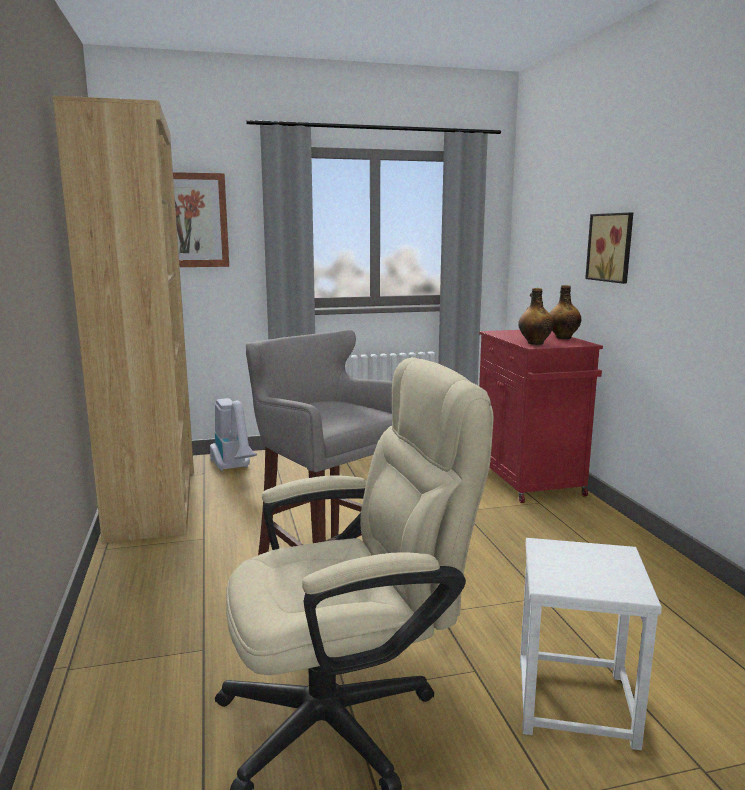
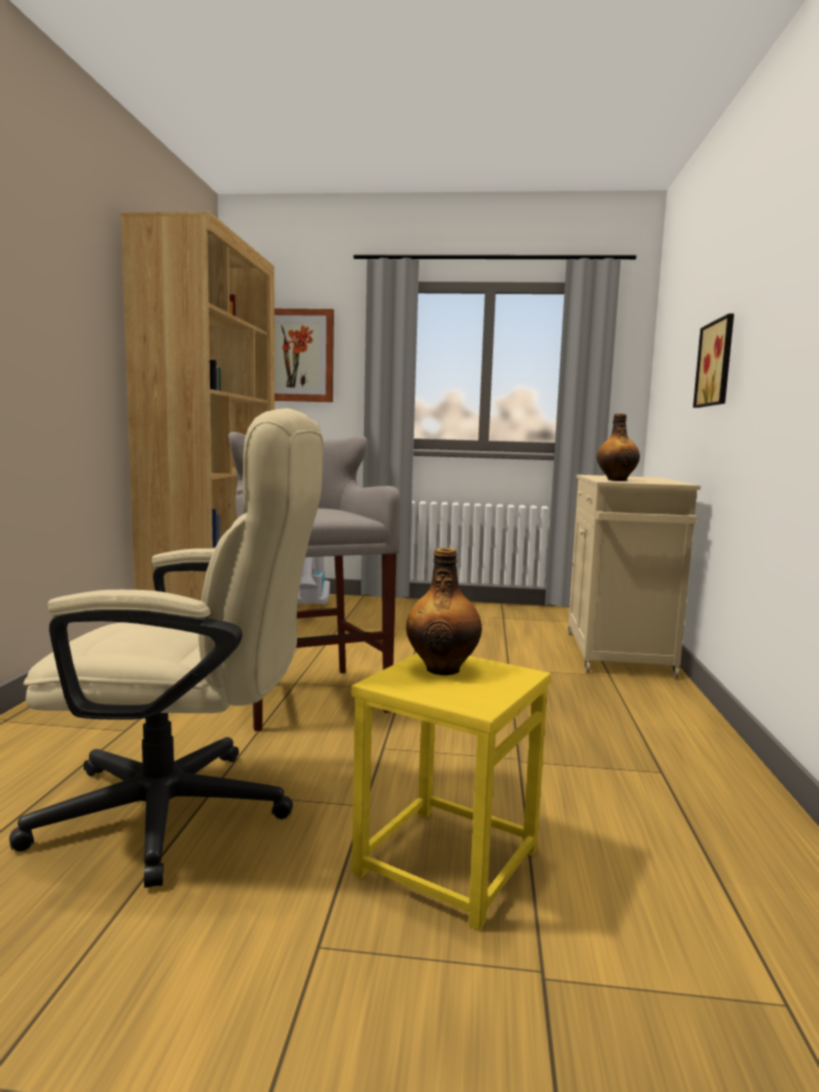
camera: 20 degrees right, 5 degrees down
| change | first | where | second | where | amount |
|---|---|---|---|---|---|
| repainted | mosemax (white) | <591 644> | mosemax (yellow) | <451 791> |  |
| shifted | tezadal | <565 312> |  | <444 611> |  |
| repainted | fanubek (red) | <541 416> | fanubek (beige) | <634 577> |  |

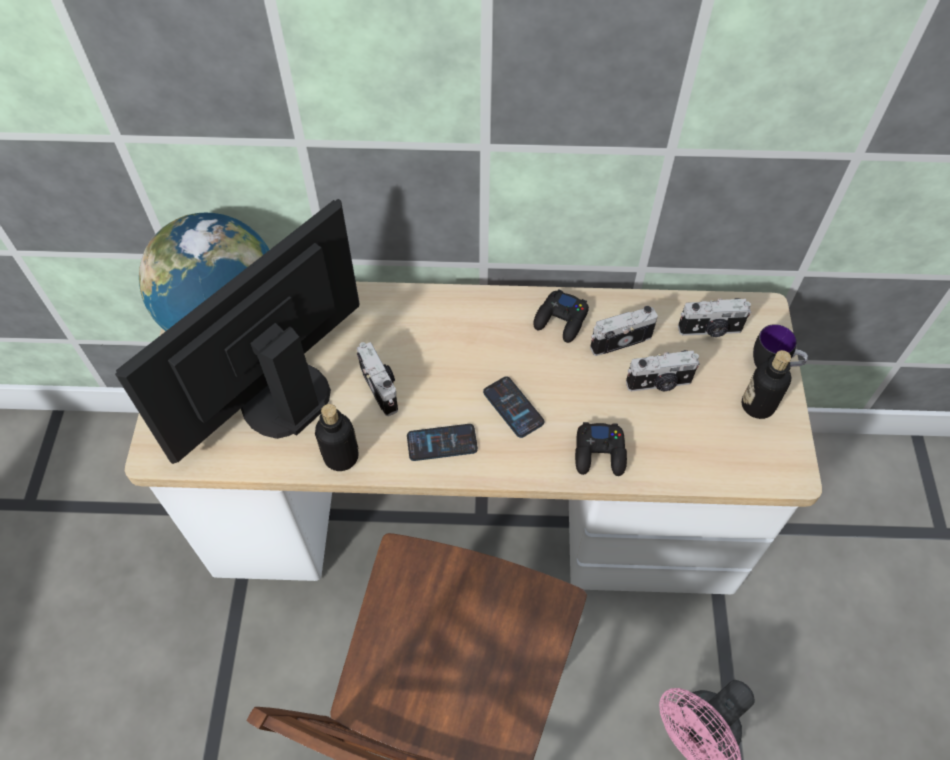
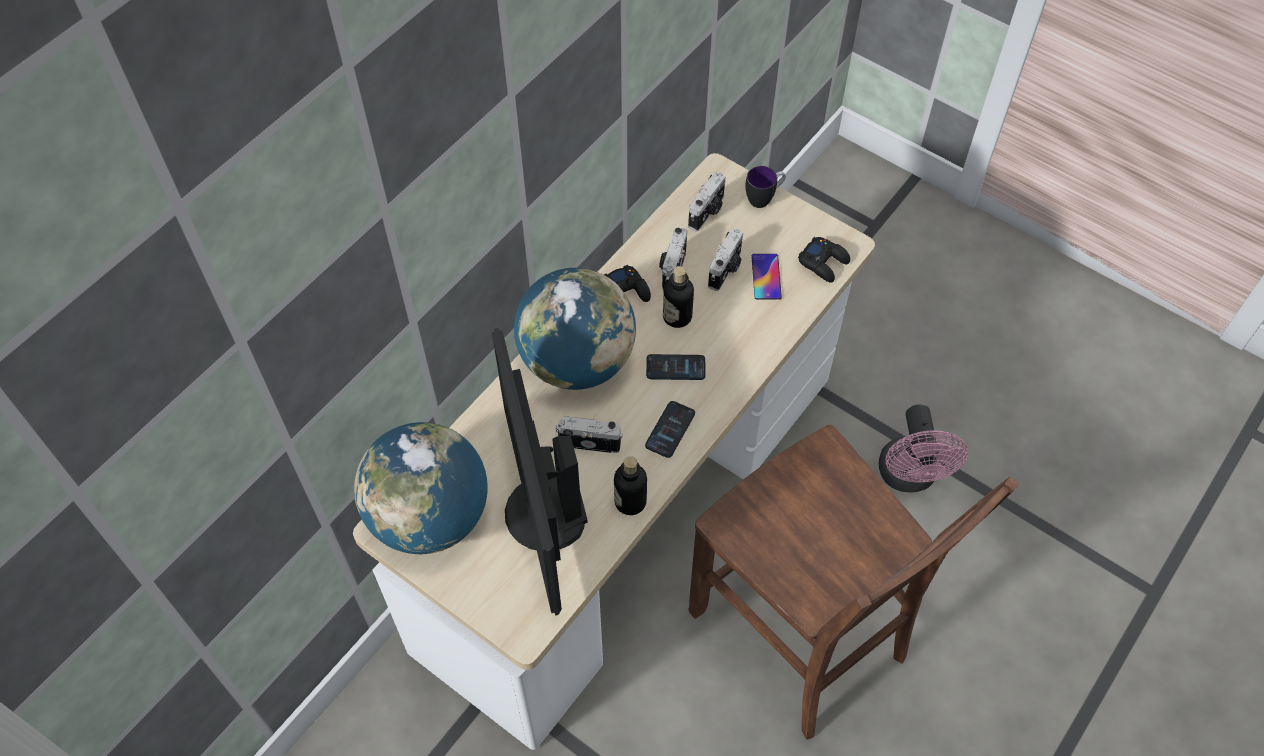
camera: 55 degrees left, 0 degrees up
| change | first | where | second | where | amount |
|---|---|---|---|---|---|
| new |  |  | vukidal | <575 329> |  |
| shifted | tezadal | <766 384> |  | <678 297> |  |
| new |  |  | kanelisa | <767 277> |  |
| shifted | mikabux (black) | <601 449> |  | <824 260> |  |

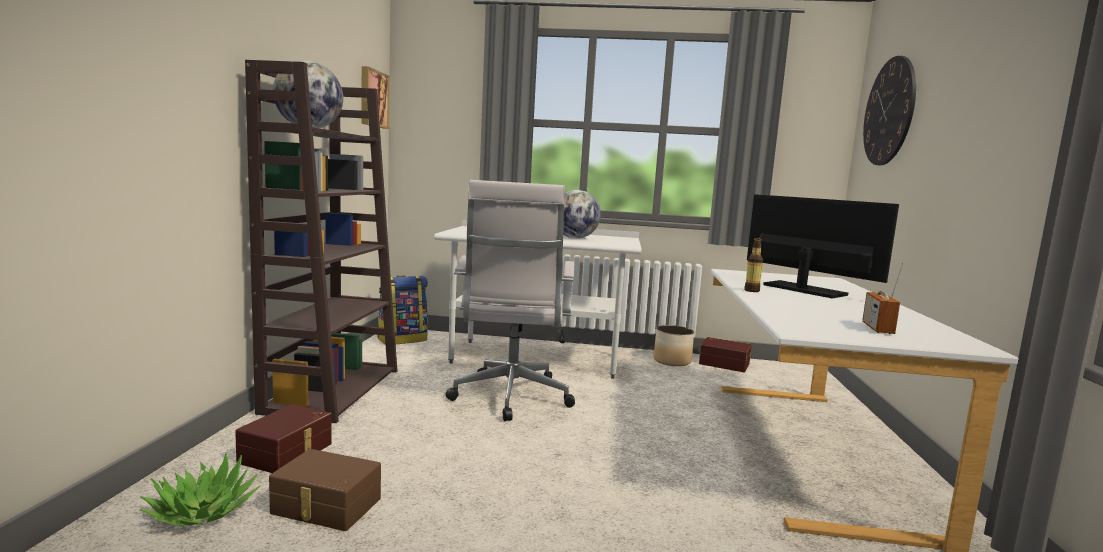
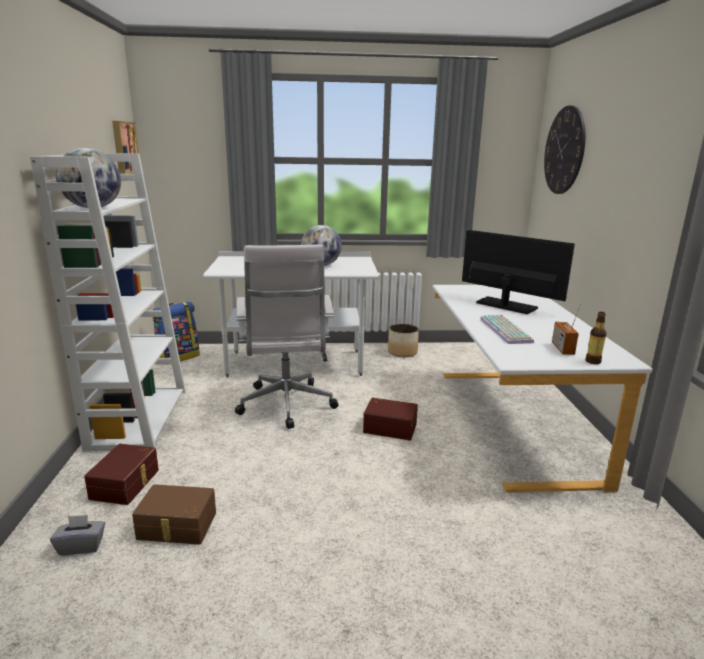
camera: 10 degrees left, 10 degrees up
| change | first | where | second | where | amount |
|---|---|---|---|---|---|
| repainted | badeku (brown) | <321 241> | badeku (white) | <108 302> |  |
| swapped | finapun | <200 490> | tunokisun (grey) | <77 535> |  |
| shifted | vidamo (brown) | <725 355> |  | <390 419> |  |
| new |  |  | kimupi | <507 329> |  |
| shifted | tezadal | <753 265> |  | <596 338> |  |

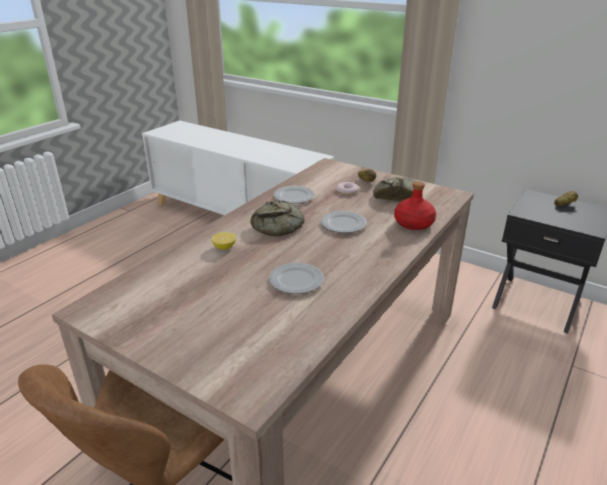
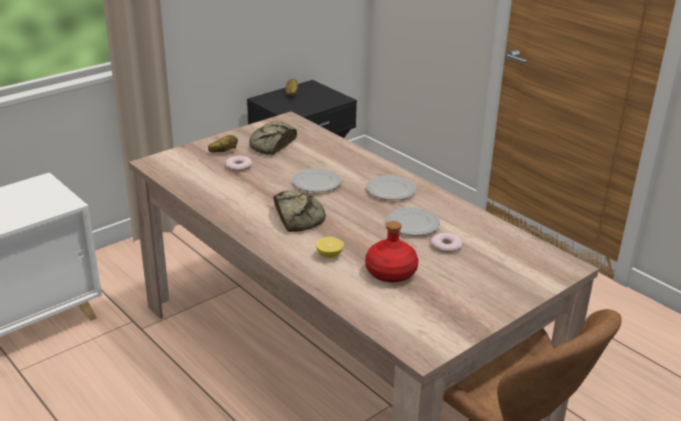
camera: 75 degrees left, 0 degrees up
| change | first | where | second | where | amount |
|---|---|---|---|---|---|
| shifted | tezadal (red) | <415 205> |  | <391 251> |  |
| shifted | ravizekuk | <294 195> |  | <391 187> |  |
| new |  |  | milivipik | <446 243> |  |

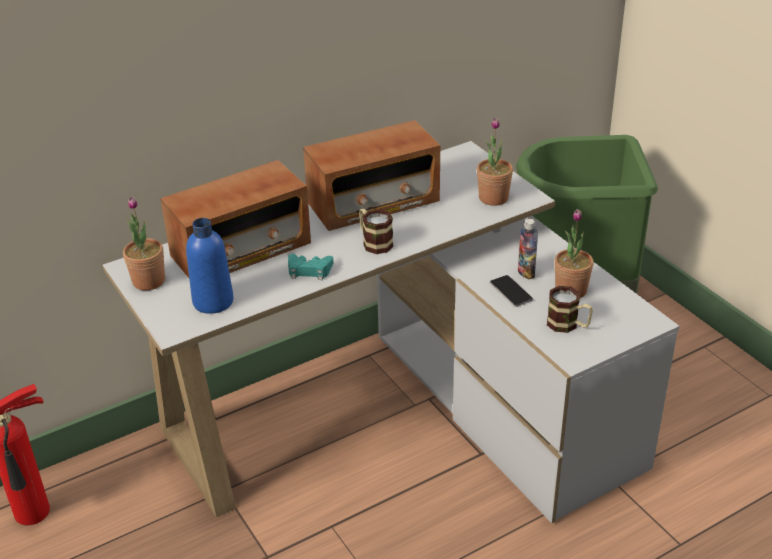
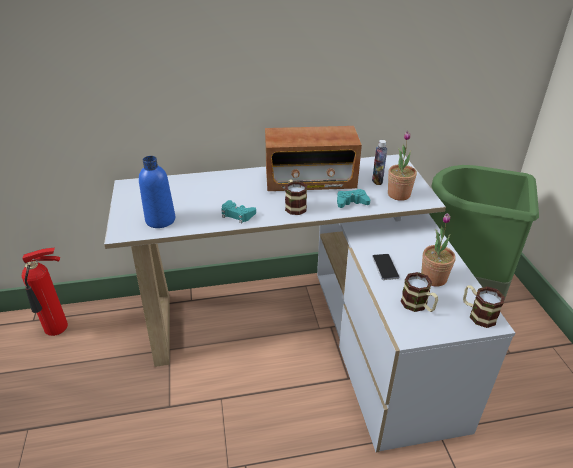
camera: 20 degrees right, 0 degrees up
| change | first | where | second | where | amount |
|---|---|---|---|---|---|
| new |  |  | mikabux (turquoise) | <353 198> |  |
| shifted | tezadal | <528 249> |  | <379 162> |  |
| new |  |  | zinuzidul | <484 306> |  |
| gone | finapun | <144 243> |  |  |  |
| gone | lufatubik | <235 219> |  |  |  |

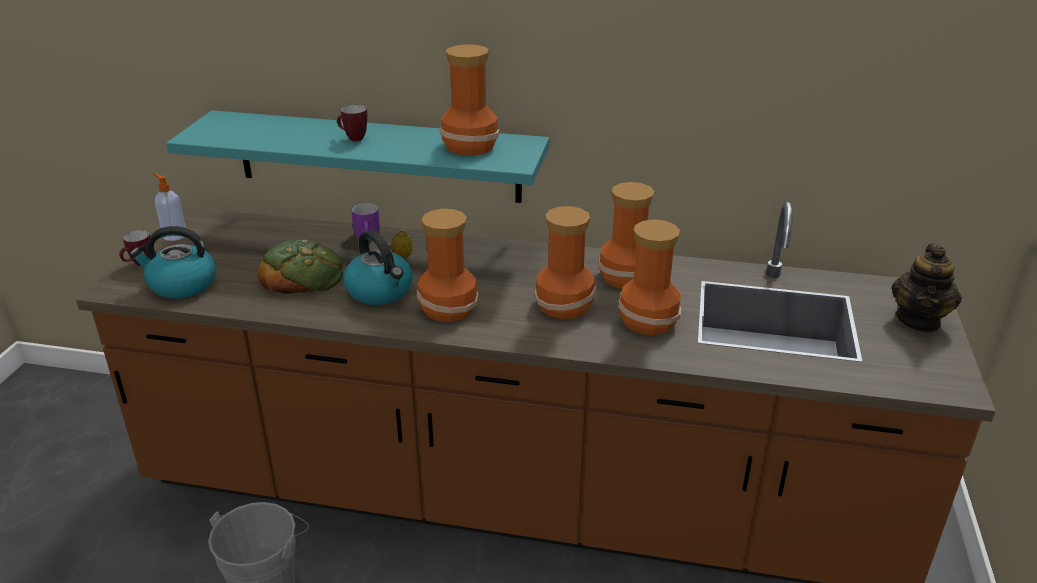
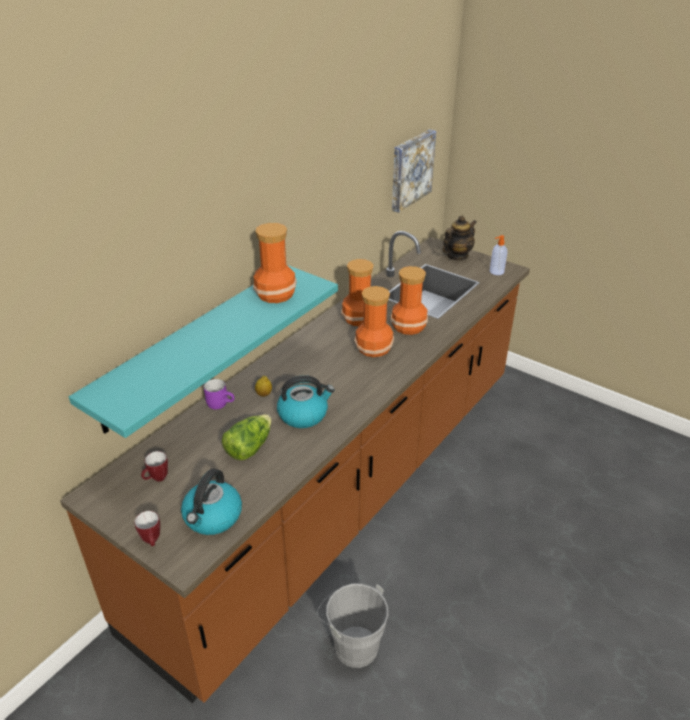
camera: 65 degrees left, 5 degrees up
| change | first | where | second | where | amount |
|---|---|---|---|---|---|
| shifted | zinuzidul | <352 123> |  | <154 466> |  |
| swapped | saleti | <300 266> | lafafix | <247 437> |  |
| new |  |  | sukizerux | <414 171> |  |
| rotated | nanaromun | <926 287> |  | <459 238> | 90 degrees counterclockwise |
| shifted | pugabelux | <169 207> |  | <498 255> |  |
| gone | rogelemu | <447 265> |  |  |  |

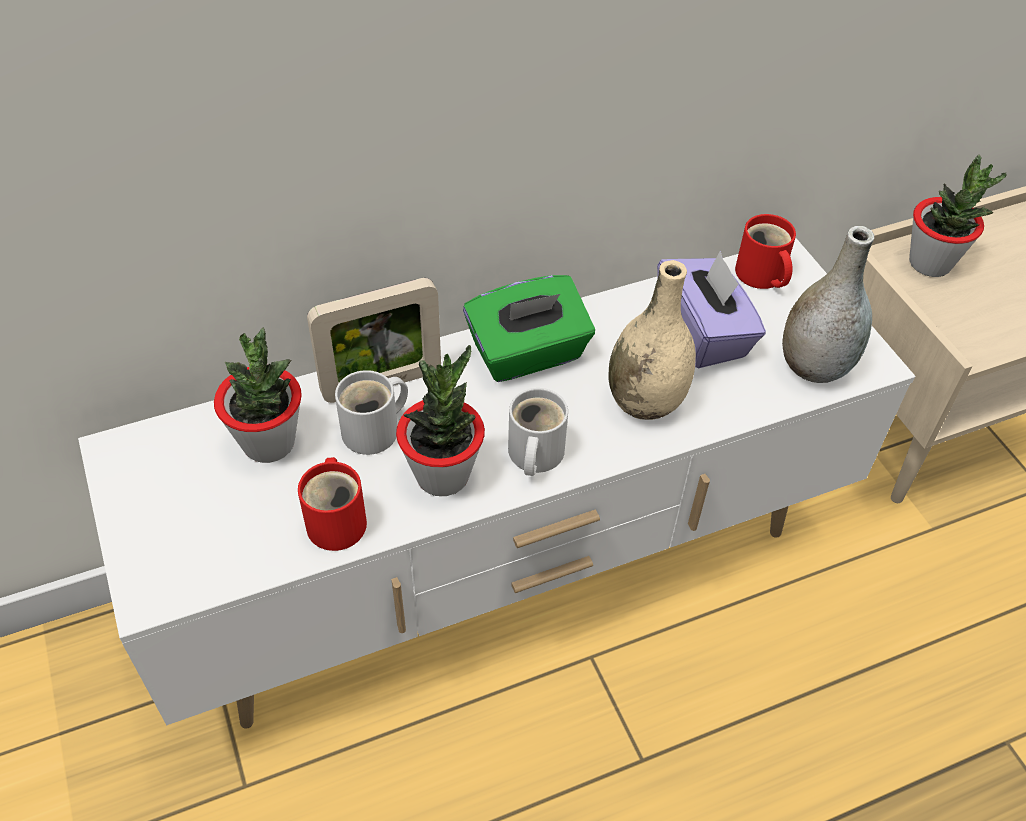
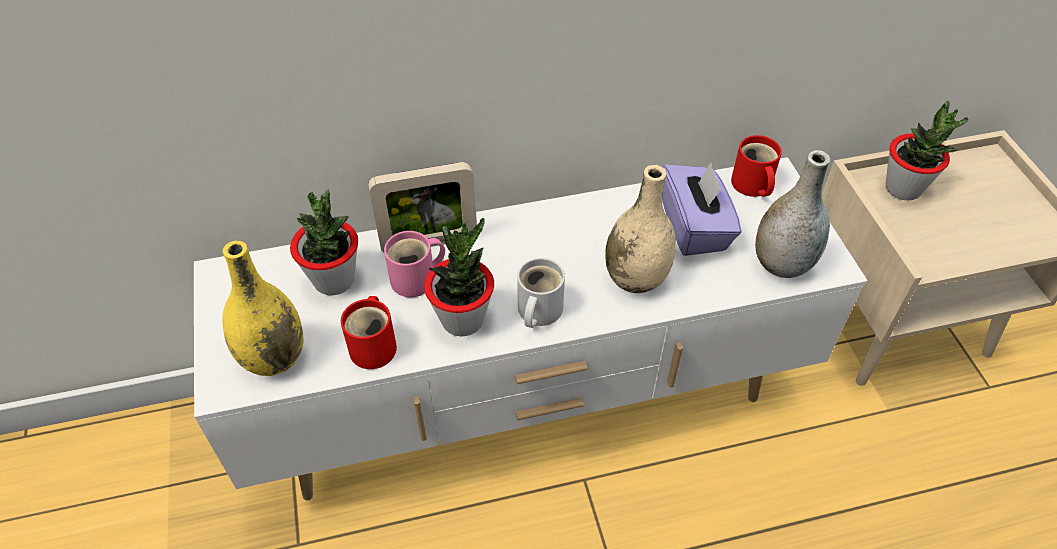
camera: 10 degrees right, 0 degrees up
| change | first | where | second | where | amount |
|---|---|---|---|---|---|
| new |  |  | rogelemu (yellow) | <262 308> |  |
| repainted | zinuzidul (white) | <371 412> | zinuzidul (pink) | <414 264> |  |
| gone | tunokisun (green) | <529 328> |  |  |  |

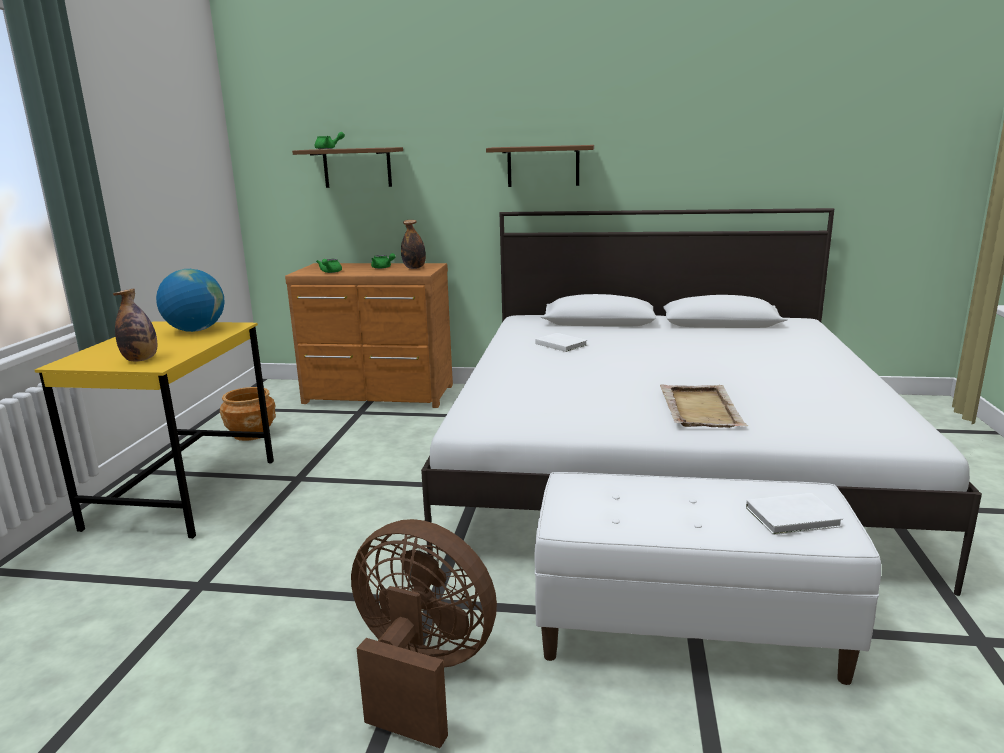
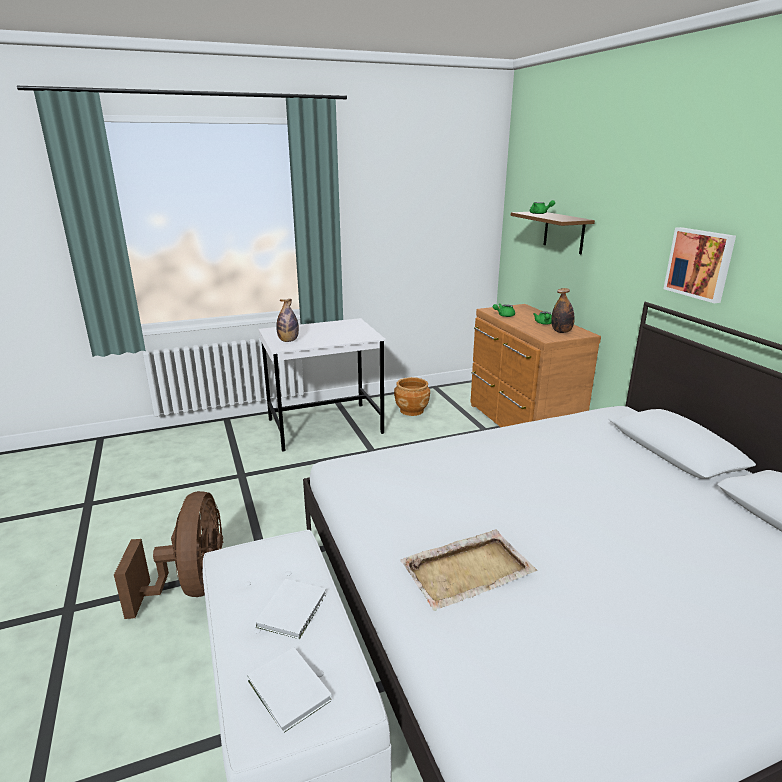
camera: 60 degrees right, 5 degrees up
| change | first | where | second | where | amount |
|---|---|---|---|---|---|
| shifted | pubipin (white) | <561 342> |  | <290 609> |  |
| repainted | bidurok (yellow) | <154 430> | bidurok (white) | <322 385> |  |
| swapped | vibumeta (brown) | <540 166> | sukizerux | <700 265> |  |
| gone | vukidal | <190 300> |  |  |  |

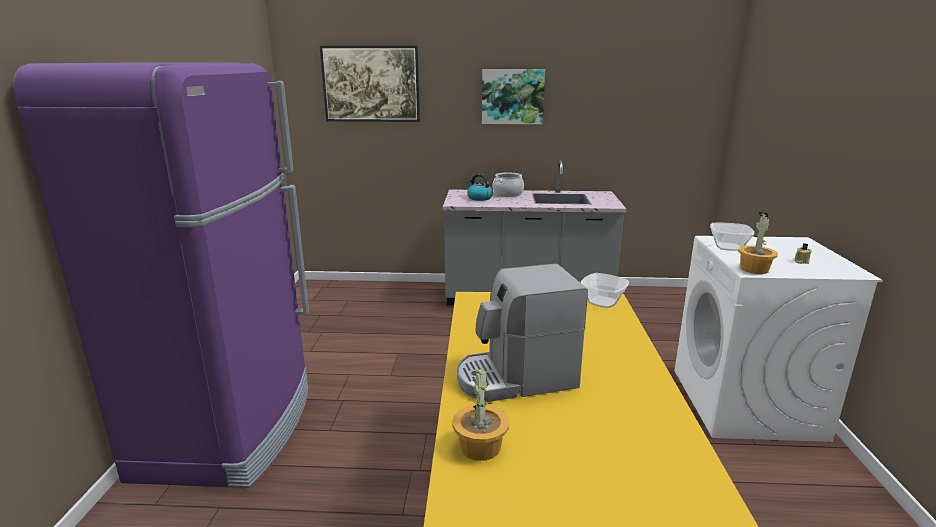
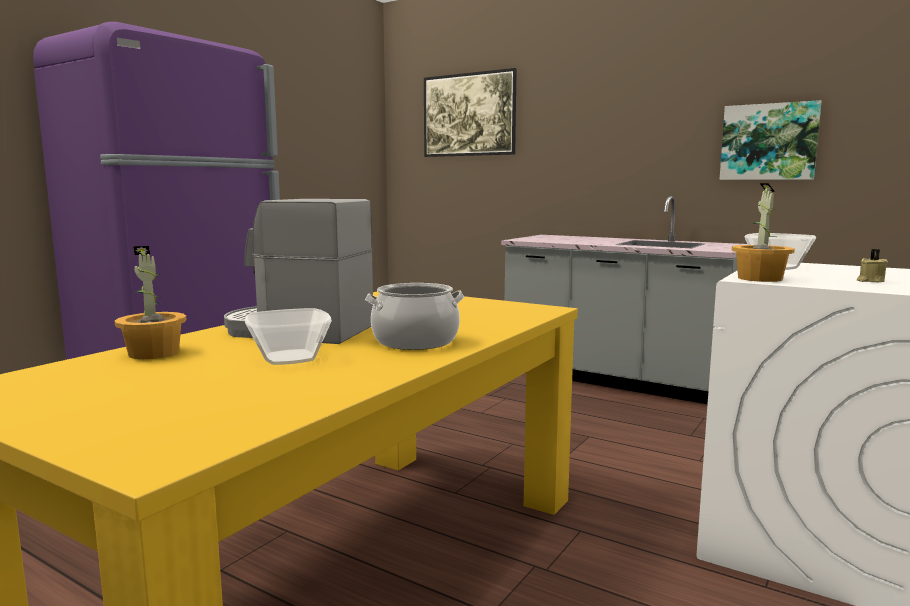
camera: 30 degrees right, 10 degrees down
| change | first | where | second | where | amount |
|---|---|---|---|---|---|
| shifted | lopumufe | <605 290> |  | <288 336> |  |
| shifted | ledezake | <508 184> |  | <414 316> |  |
| shifted | sukizerux | <513 96> |  | <770 140> |  |
| gone | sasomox | <480 187> |  |  |  |

